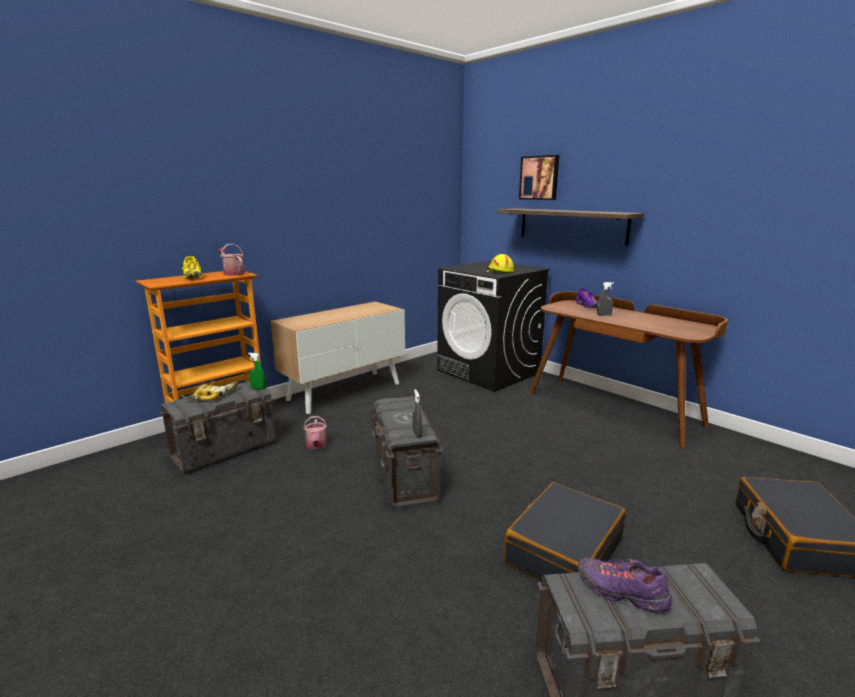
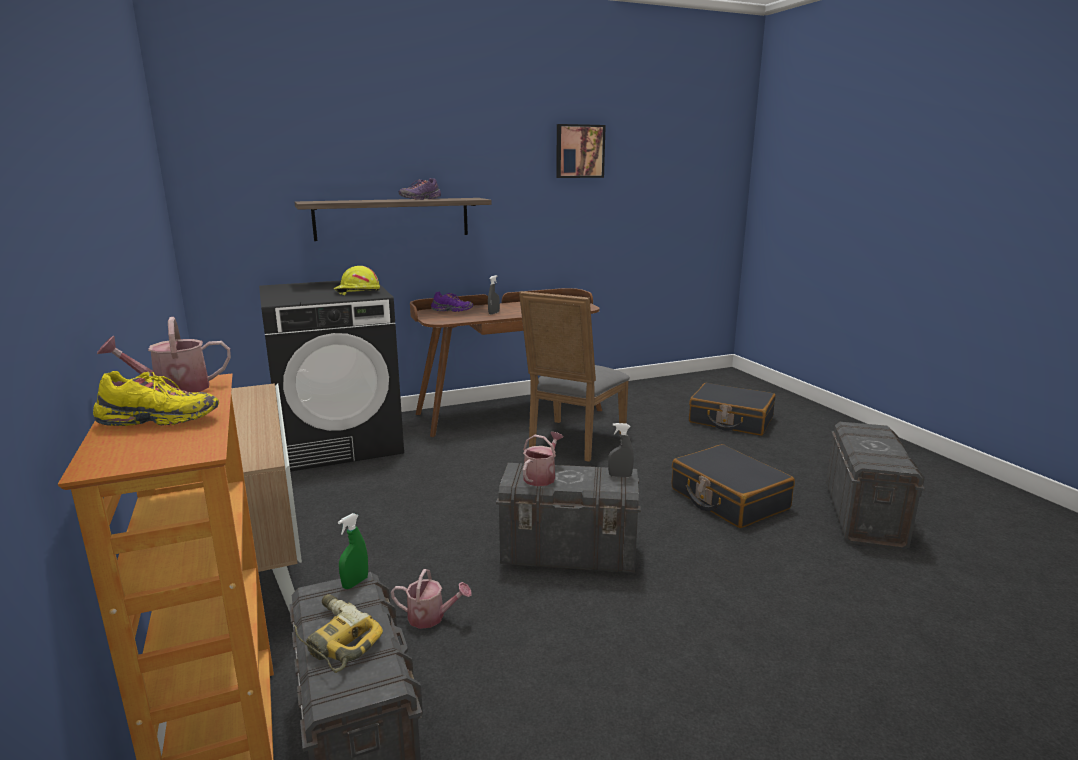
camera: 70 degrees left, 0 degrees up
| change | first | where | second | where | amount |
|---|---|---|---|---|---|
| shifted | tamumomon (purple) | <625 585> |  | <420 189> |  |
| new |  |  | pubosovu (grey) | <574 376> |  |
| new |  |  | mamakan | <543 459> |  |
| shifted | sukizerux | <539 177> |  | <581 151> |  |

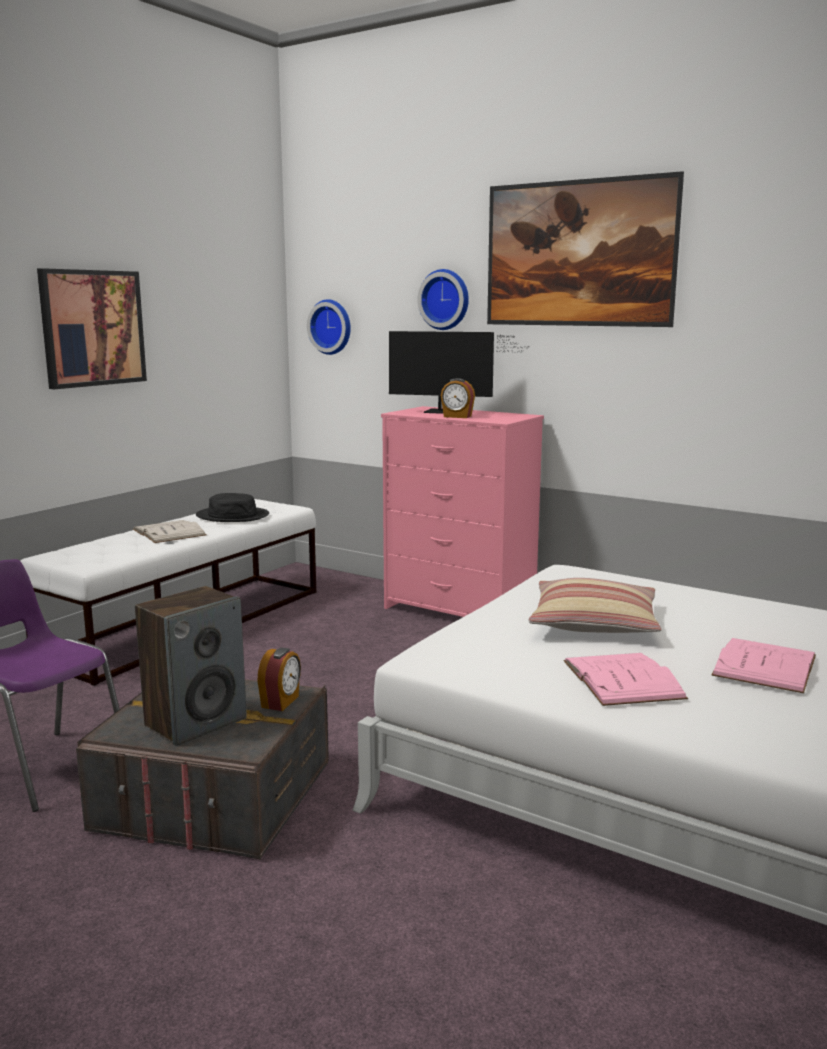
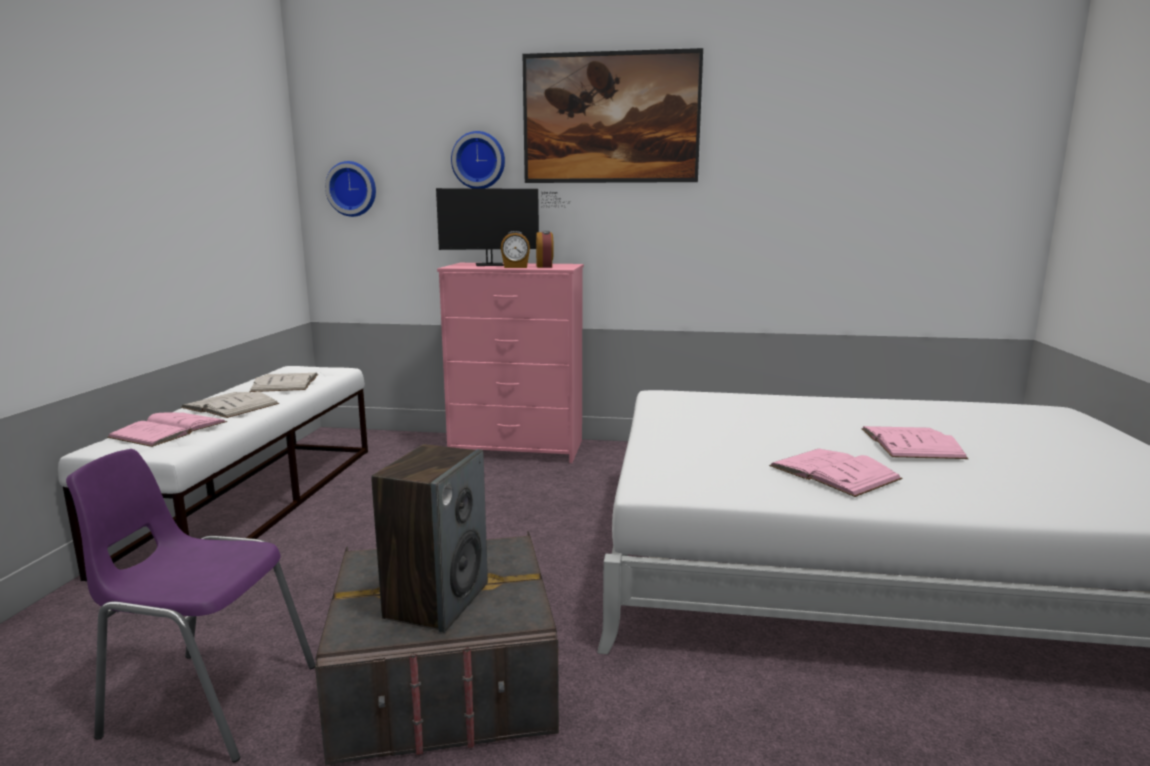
camera: 25 degrees left, 0 degrees up
| change | first | where | second | where | amount |
|---|---|---|---|---|---|
| new |  |  | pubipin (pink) | <167 429> |  |
| swapped | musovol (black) | <232 507> | pubipin (white) | <283 382> |  |
| shifted | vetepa | <279 679> |  | <545 249> |  |
| gone | sukizerux | <92 328> |  |  |  |
| gone | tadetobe | <595 605> |  |  |  |

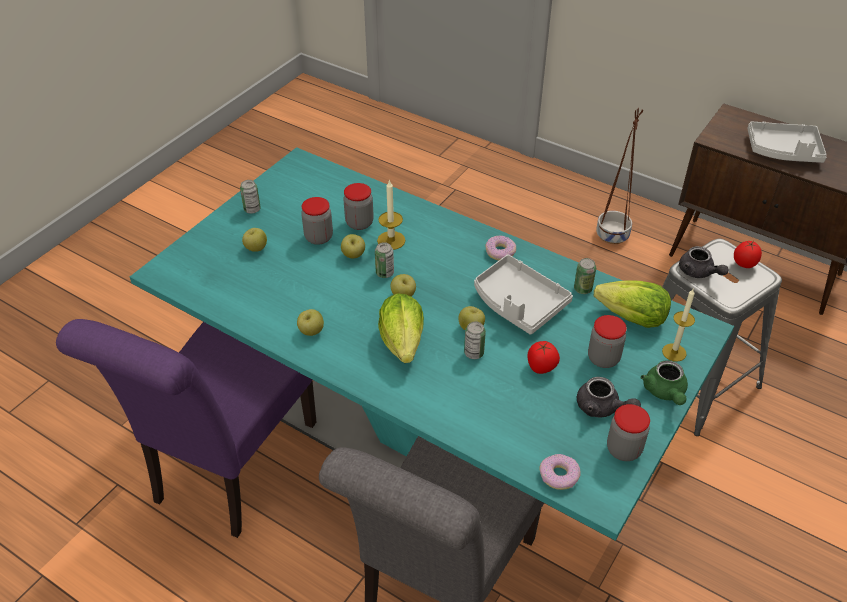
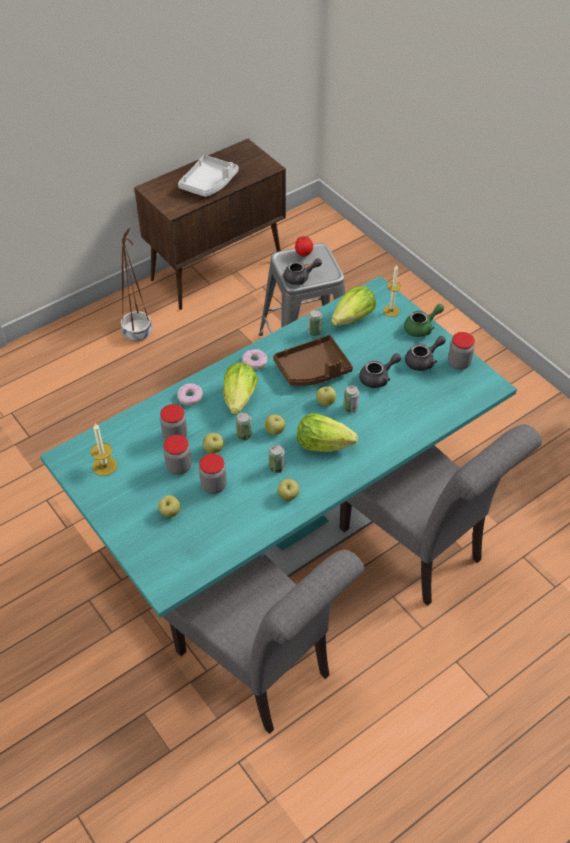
camera: 70 degrees left, 5 degrees up
| change | first | where | second | where | amount |
|---|---|---|---|---|---|
| shifted | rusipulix | <391 215> |  | <104 449> |  |
| repainted | pubosovu (purple) | <186 428> | pubosovu (grey) | <263 642> |  |
| shifted | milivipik | <560 472> |  | <190 394> |  |
| shifted | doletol | <607 341> |  | <213 473> |  |
| new |  |  | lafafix | <240 388> |  |
| shifted | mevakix | <250 197> |  | <277 459> |  |
| repainted | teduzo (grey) | <523 294> | teduzo (brown) | <313 360> |  |
| swapped | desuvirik | <543 357> | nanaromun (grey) | <380 370> |  |
| rotated | nanaromun (green) | <664 382> |  | <424 320> | 45 degrees counterclockwise |

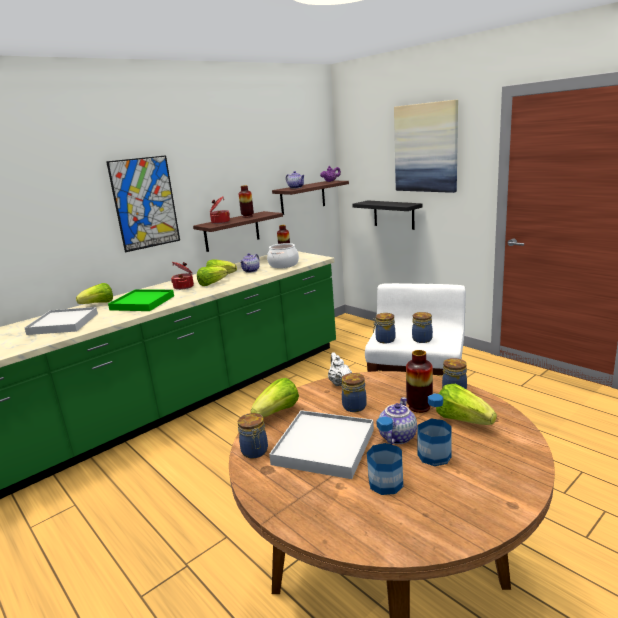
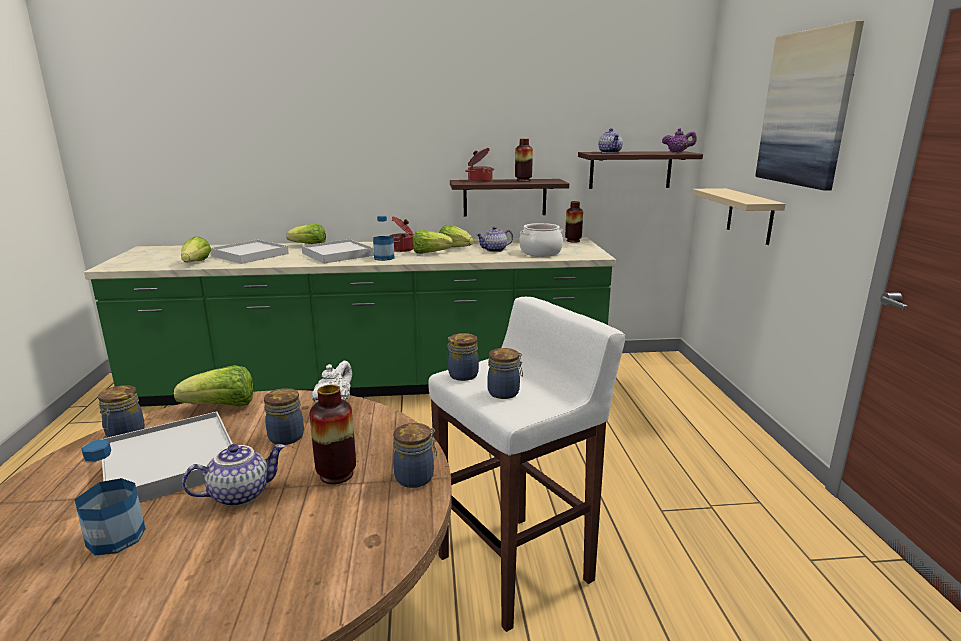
camera: 35 degrees right, 0 degrees up
| change | first | where | second | where | amount |
|---|---|---|---|---|---|
| shifted | lafafix | <466 404> |  | <196 249> |  |
| repainted | teduzo (green) | <141 300> | teduzo (white) | <338 251> |  |
| shifted | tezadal | <435 429> |  | <383 238> |  |
| repainted | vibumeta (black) | <387 215> | vibumeta (beige) | <738 216> |  |
| gone | sukizerux | <143 203> |  |  |  |

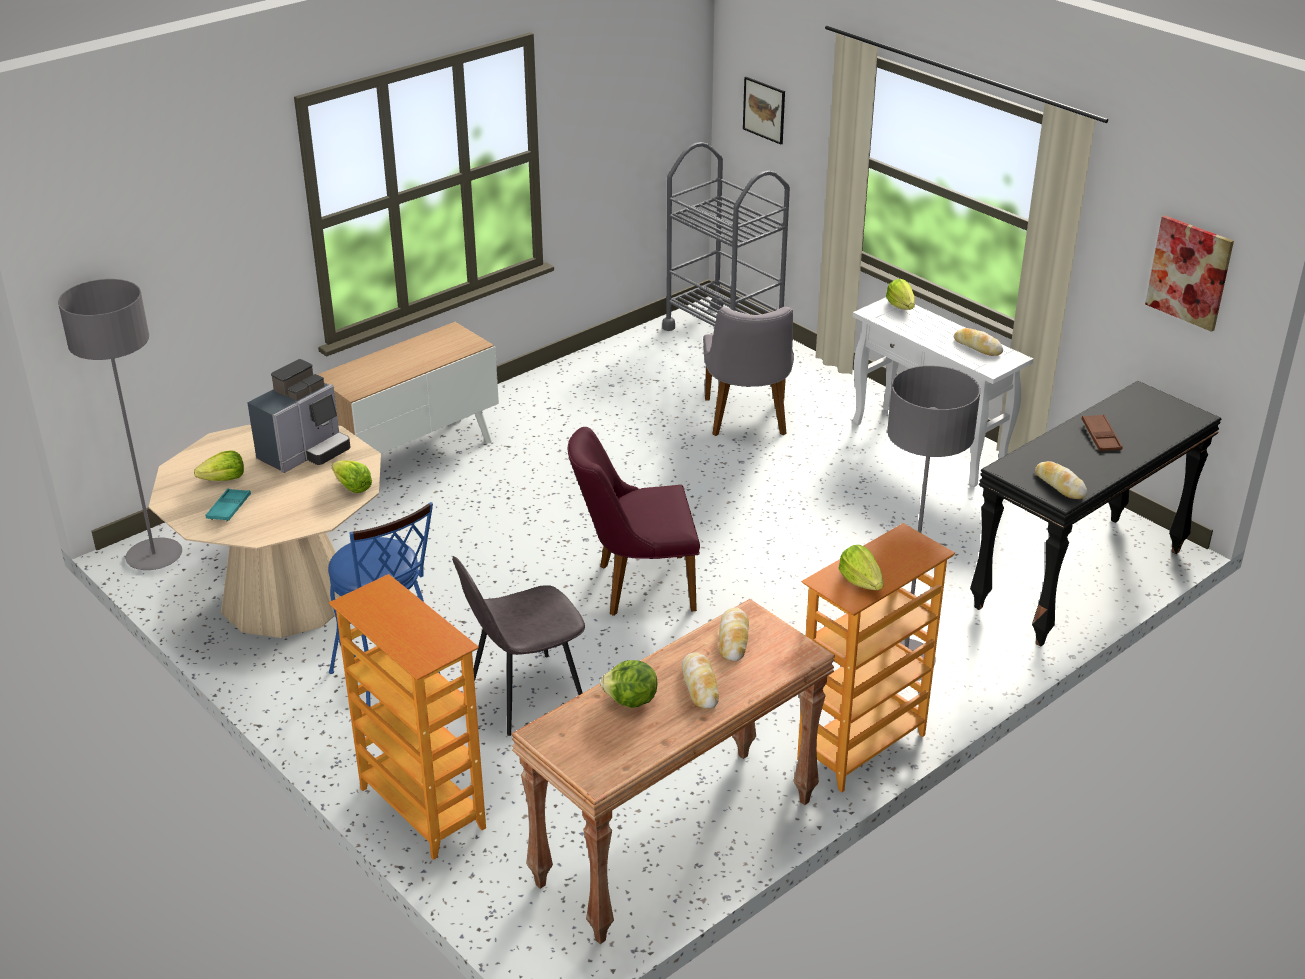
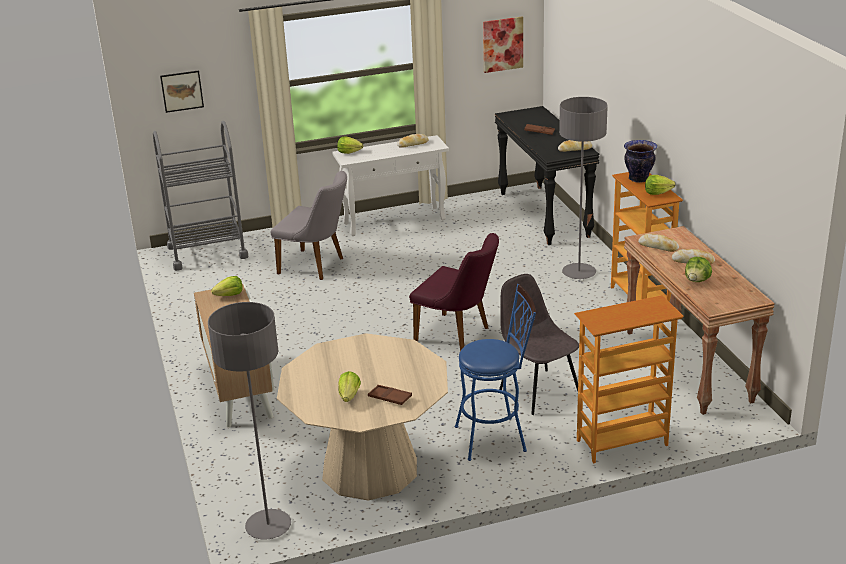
camera: 65 degrees left, 5 degrees down
| change | first | where | second | where | amount |
|---|---|---|---|---|---|
| shifted | lafafix | <352 476> |  | <227 286> |  |
| repainted | teduzo (turquoise) | <228 505> | teduzo (brown) | <390 395> |  |
| rotated | pubosovu (purple) | <634 521> |  | <454 292> | 75 degrees counterclockwise |
| rotated | pubosovu (grey) | <518 646> |  | <539 344> | 150 degrees clockwise |
| new |  |  | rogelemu | <640 161> |  |
| gone | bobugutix | <298 416> |  |  |  |

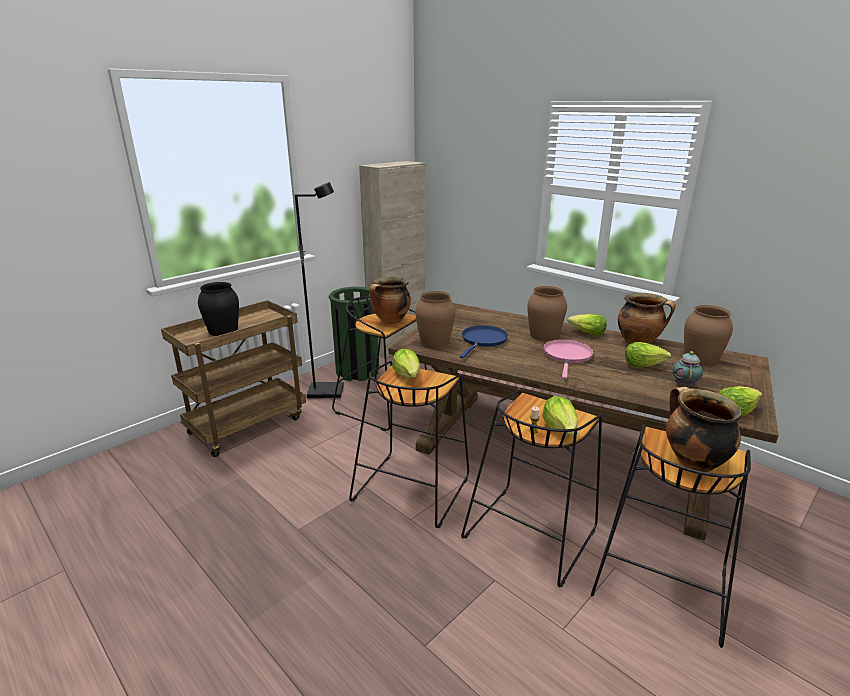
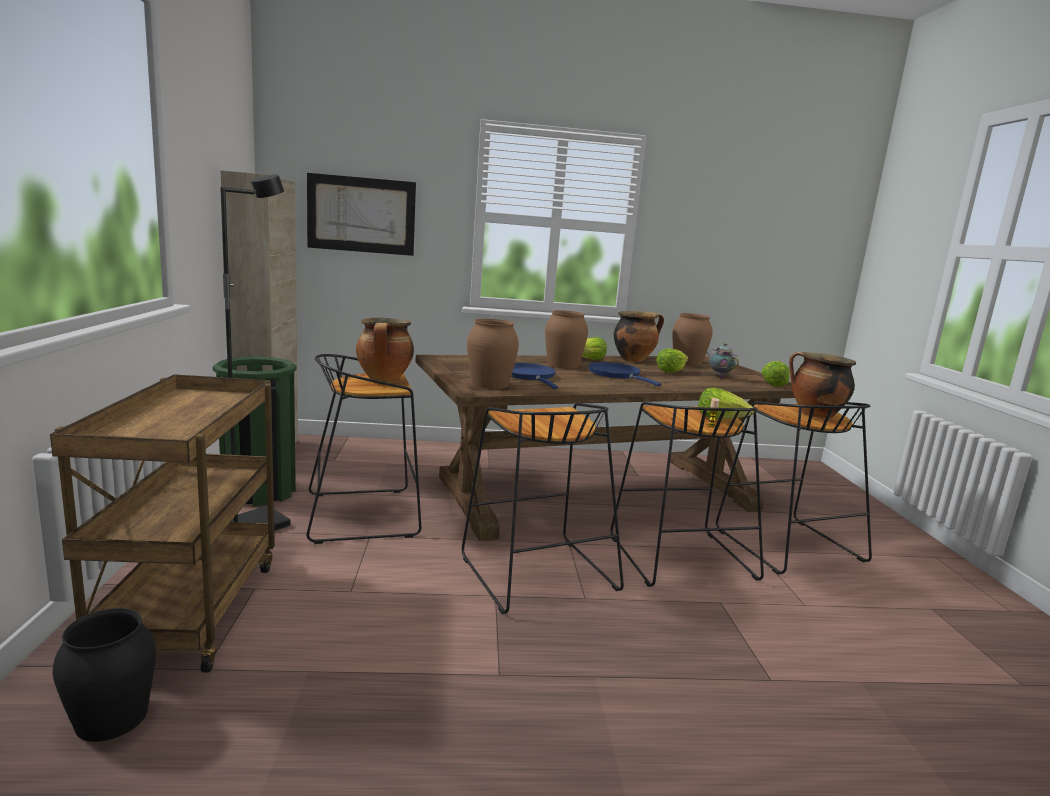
camera: 50 degrees left, 10 degrees down
| change | first | where | second | where | amount |
|---|---|---|---|---|---|
| shifted | rogelemu (black) | <218 309> |  | <104 675> |  |
| new |  |  | sukizerux | <361 214> |  |
| repainted | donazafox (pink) | <568 359> | donazafox (blue) | <624 374> |  |
| gone | lafafix | <406 363> |  |  |  |

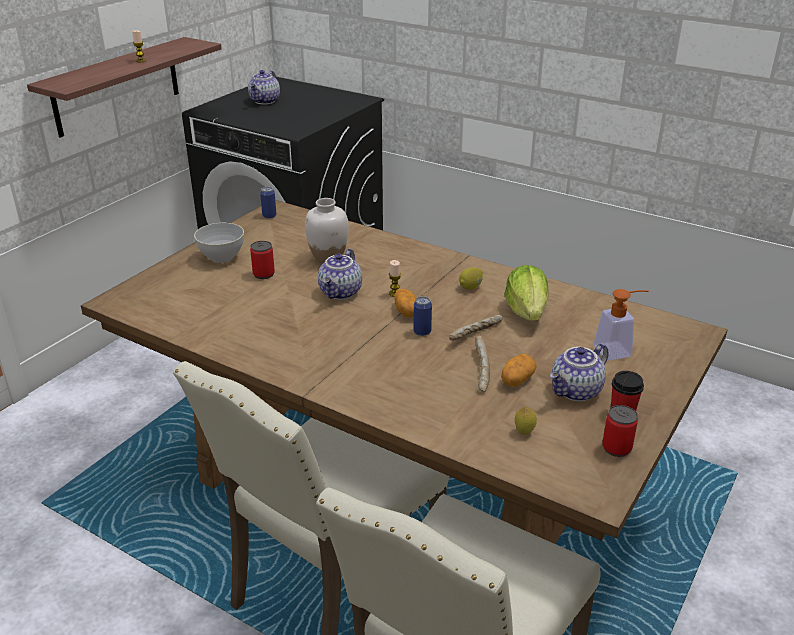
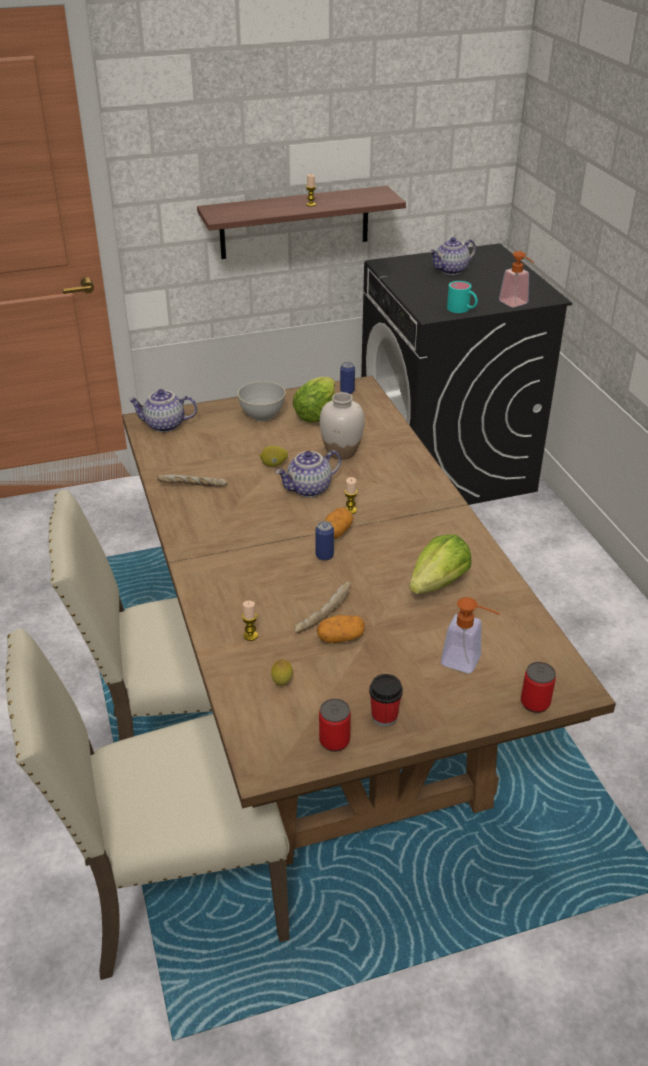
camera: 40 degrees right, 5 degrees up
| change | first | where | second | where | amount |
|---|---|---|---|---|---|
| shifted | nanaromun | <579 372> |  | <162 410> |  |
| shifted | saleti | <476 328> |  | <192 480> |  |
| new |  |  | rusipulix | <250 621> |  |
| shifted | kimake | <471 279> |  | <274 456> |  |
| new |  |  | lafafix | <314 400> |  |
| new |  |  | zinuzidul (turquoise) | <462 297> |  |
| new |  |  | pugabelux | <516 279> |  |
| shifted | mevakix | <262 260> |  | <538 687> |  |

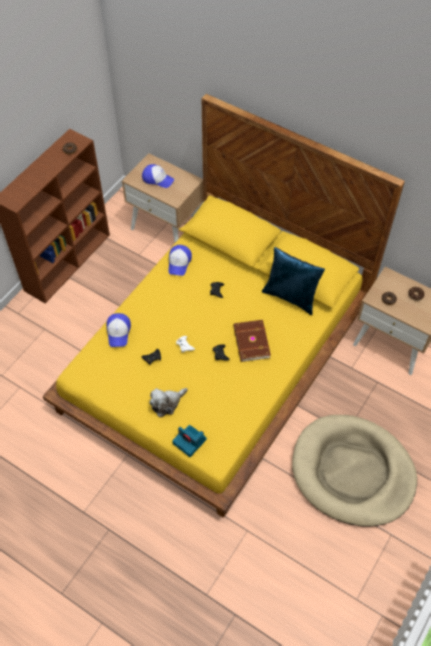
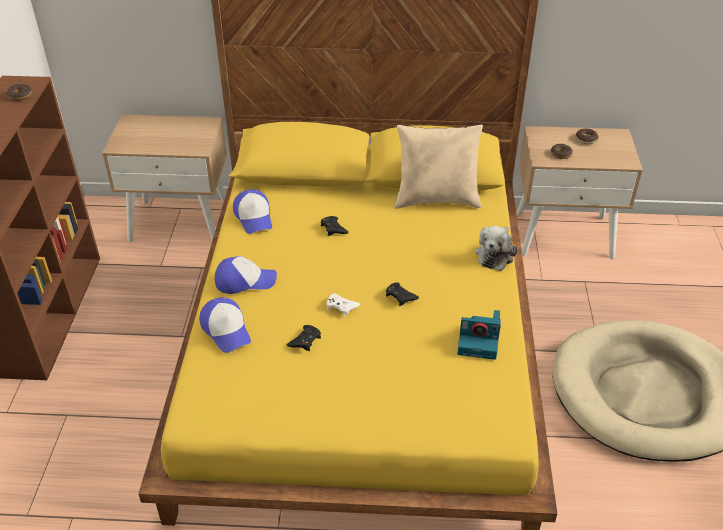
camera: 30 degrees left, 15 degrees down
| change | first | where | second | where | amount |
|---|---|---|---|---|---|
| shifted | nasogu | <158 176> |  | <246 275> |  |
| repainted | tadetobe (blue) | <293 281> | tadetobe (beige) | <438 166> |  |
| shifted | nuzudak | <189 441> |  | <479 335> |  |
| shifted | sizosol | <169 402> |  | <496 248> |  |
| gone | pubipin (brown) | <252 341> |  |  |  |

